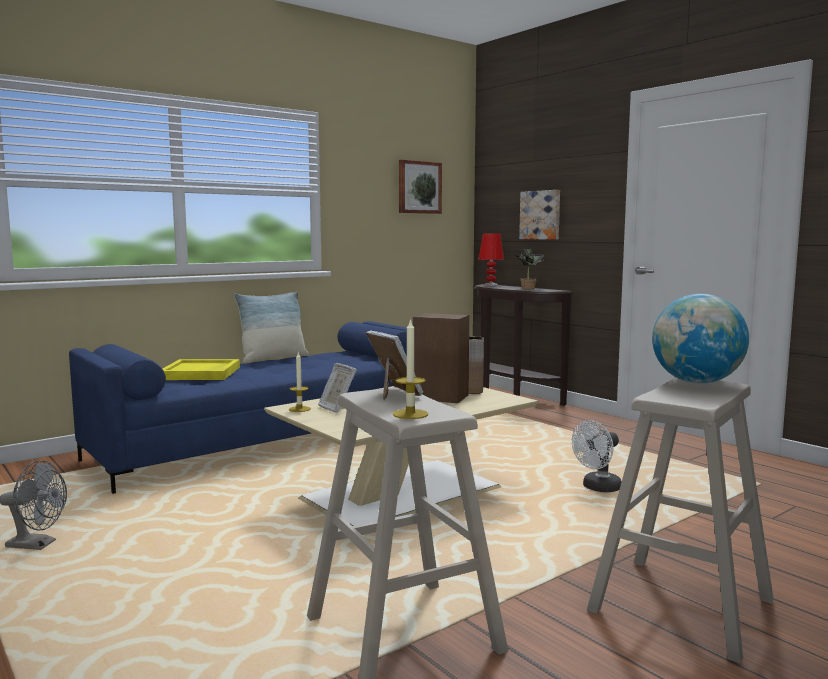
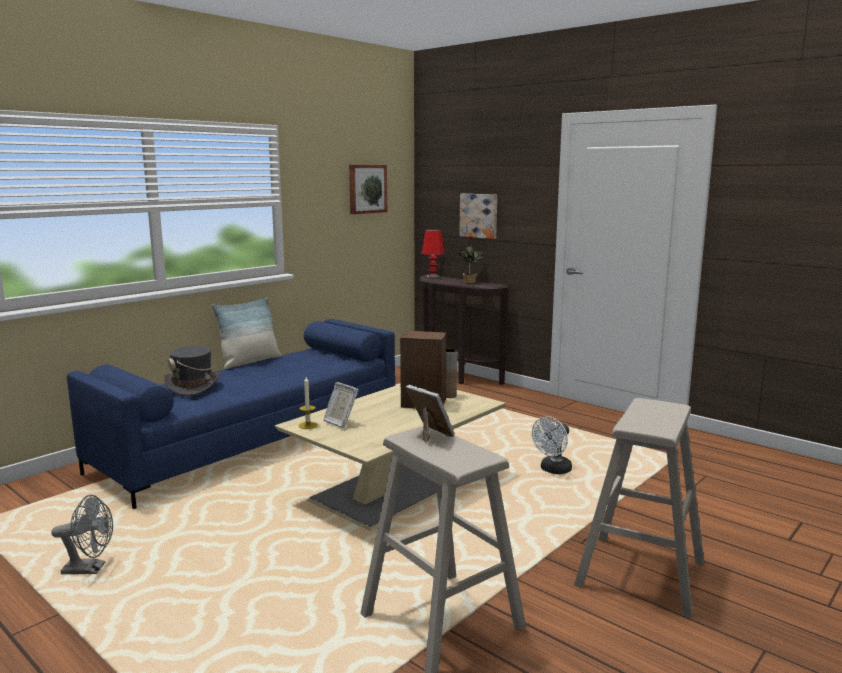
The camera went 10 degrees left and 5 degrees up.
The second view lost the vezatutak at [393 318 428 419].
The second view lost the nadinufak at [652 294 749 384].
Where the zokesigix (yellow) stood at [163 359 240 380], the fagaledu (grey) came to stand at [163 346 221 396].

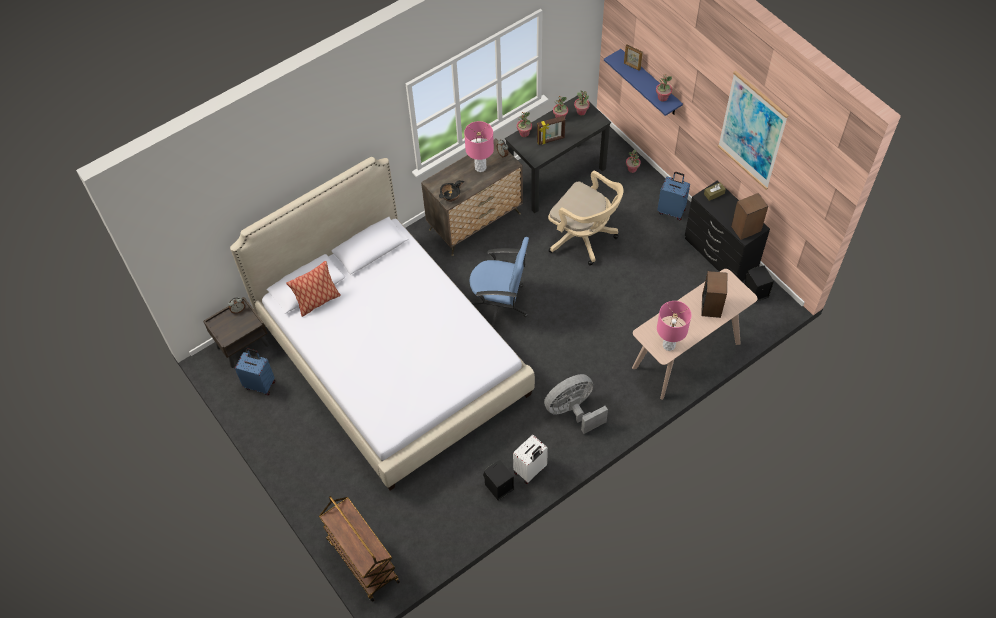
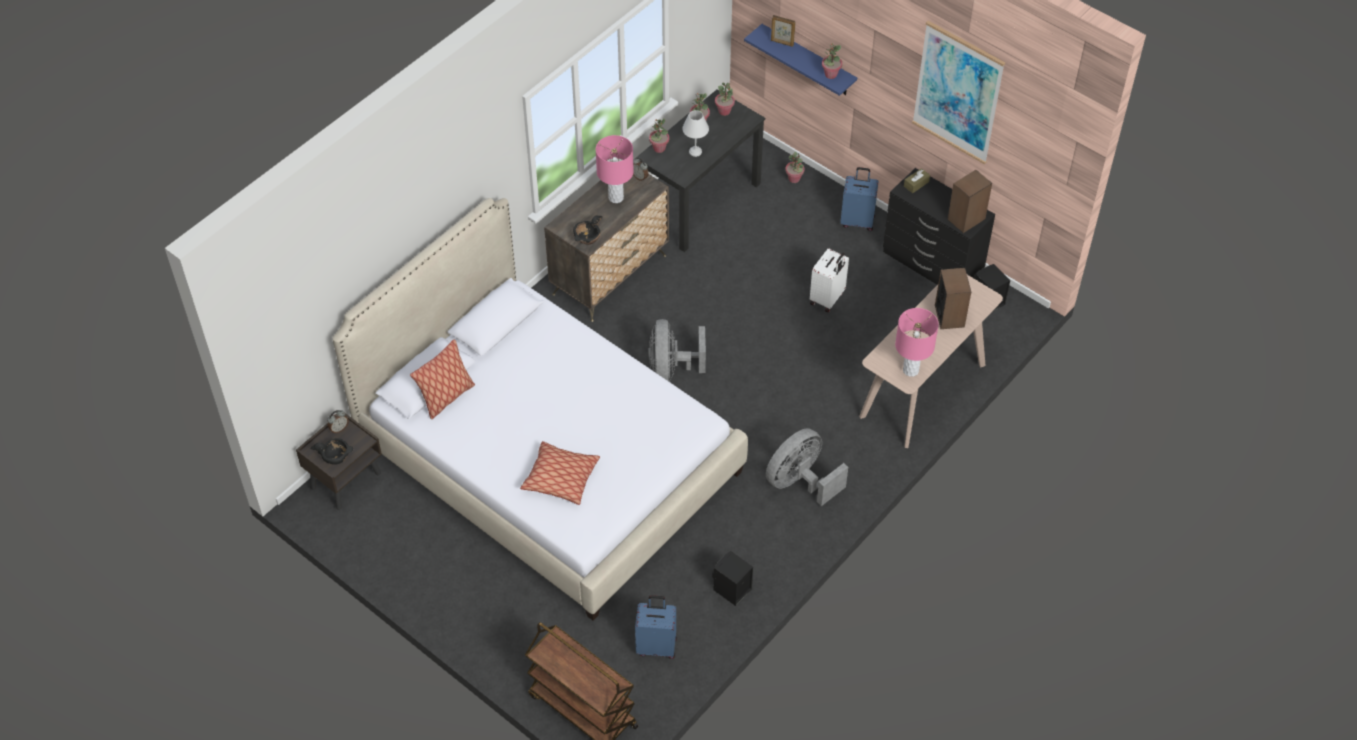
The camera went 15 degrees left and 5 degrees down.
The second view lost the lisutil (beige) at [548 171 624 266].
The second view gained the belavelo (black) at [311 438 353 465].
The second view gained the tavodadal at [520 441 600 505].
The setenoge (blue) ended up elsewhere, having gone from [235 348 275 395] to [635 595 677 659].
The setenoge (white) ended up elsewhere, having gone from [513 435 548 484] to [810 248 849 313].
Where the lisutil (blue) stood at [469 237 529 329], the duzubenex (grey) came to stand at [648 319 706 382].
Where the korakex stood at [537 116 565 145], the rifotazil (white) came to stand at [682 110 709 157].

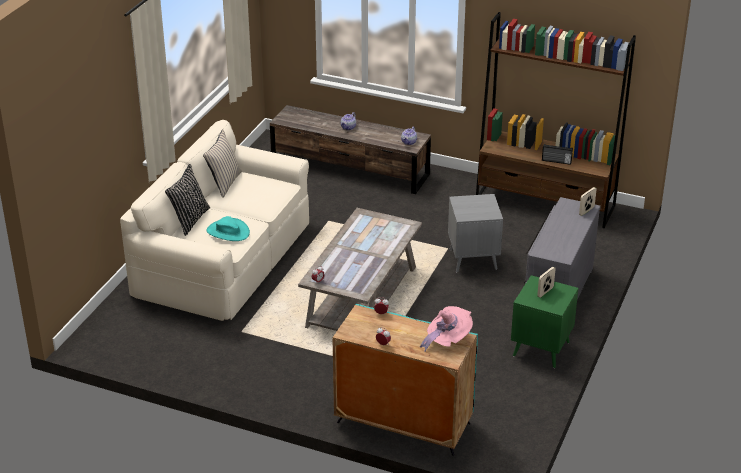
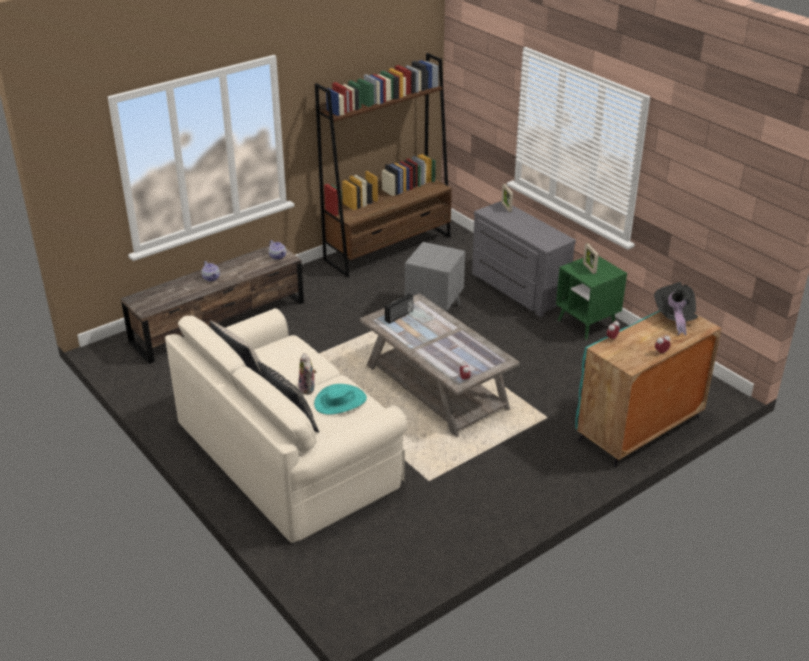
The camera went 60 degrees left and 0 degrees up.
The second view gained the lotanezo at [298 353 317 395].
The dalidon ended up elsewhere, having gone from [542 144 573 165] to [385 293 413 324].
What was the fagaledu (pink) at [420 306 473 352] turned into the fagaledu (black) at [654 282 698 336].

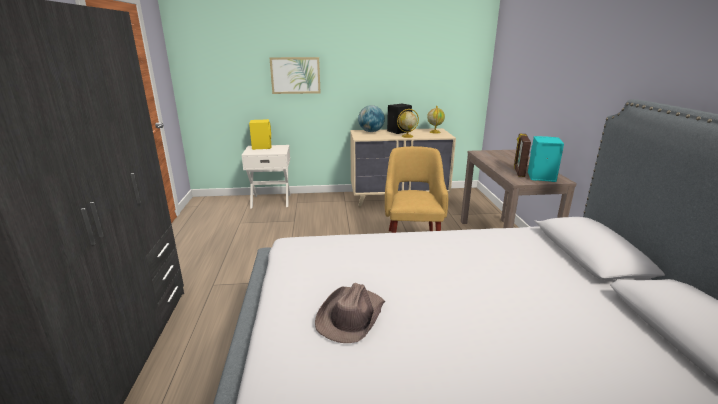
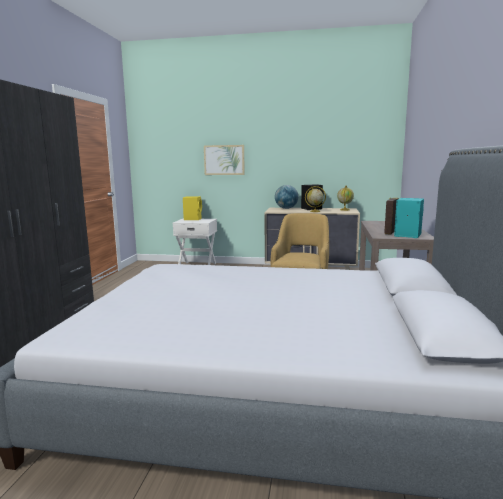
The camera went 15 degrees right and 10 degrees down.
The second view lost the fagaledu (brown) at [315 283 386 343].

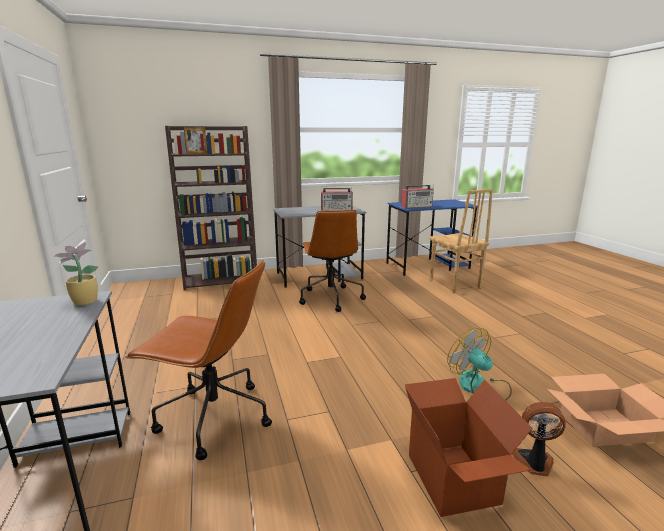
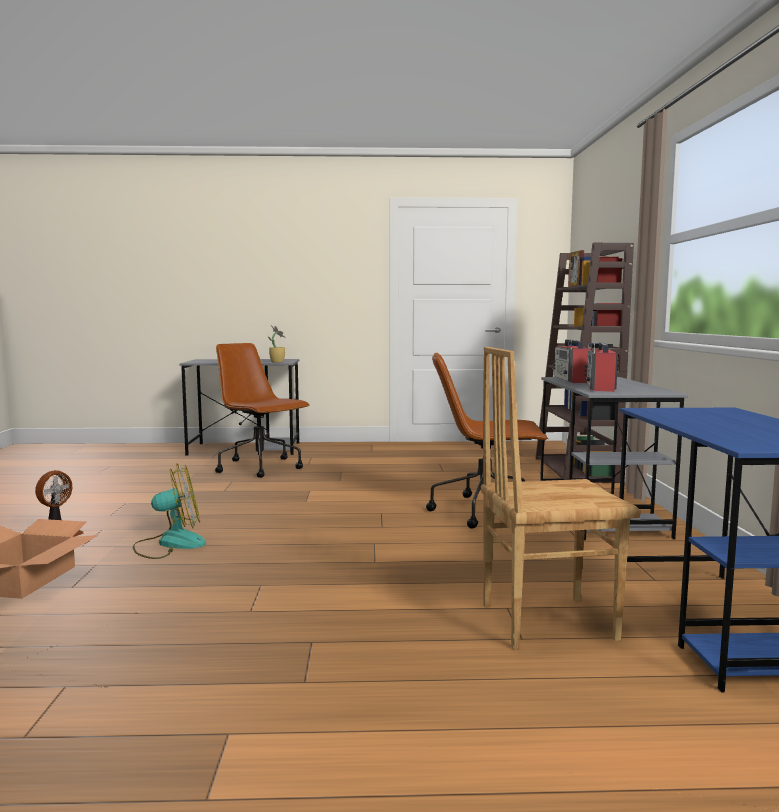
The camera went 105 degrees right and 10 degrees down.
The second view lost the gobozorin at [405 378 533 517].
The dalidon ended up elsewhere, having gone from [401 185 434 208] to [553 339 591 383].
The lisutil (brown) at [125 260 272 460] ended up facing another way, 105 degrees clockwise from before.

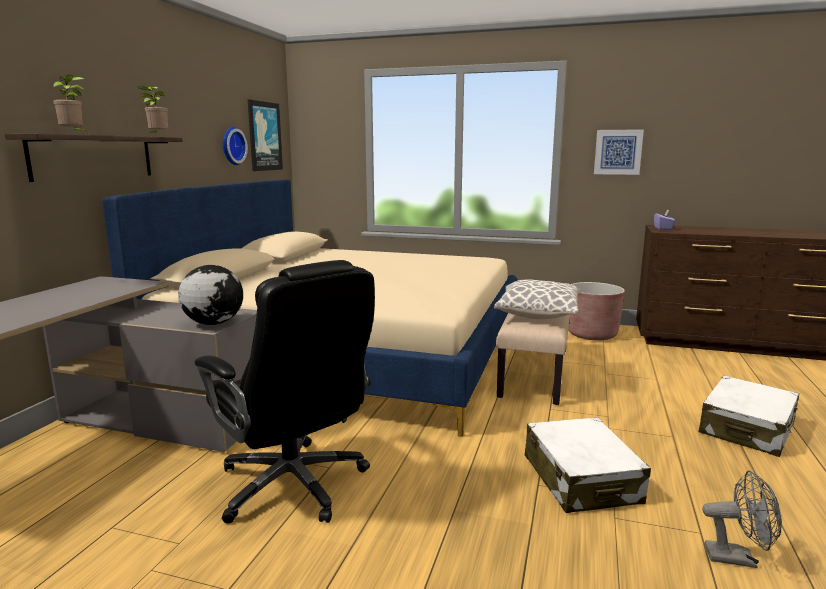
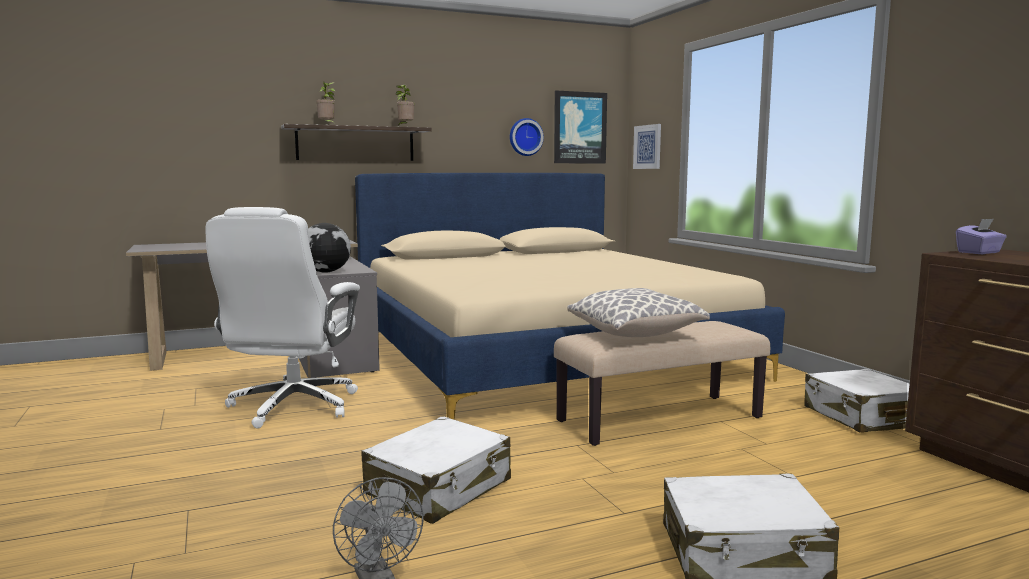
The camera went 50 degrees right and 5 degrees down.
The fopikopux ended up elsewhere, having gone from [594 129 644 175] to [633 124 661 169].
Where the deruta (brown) stood at [568 282 625 340], the setenoge (white) came to stand at [804 369 909 432].
What was the lisutil (black) at [195 260 375 523] turned into the lisutil (white) at [205 207 360 428].

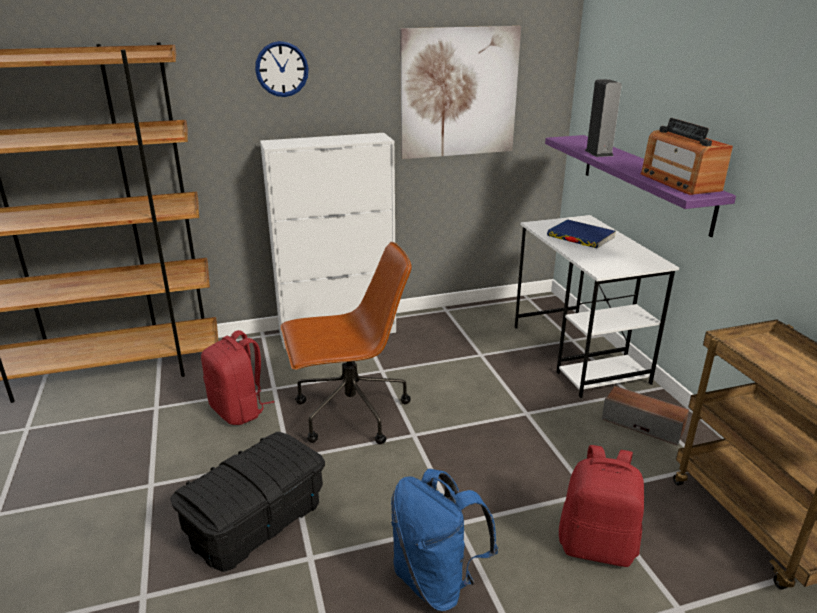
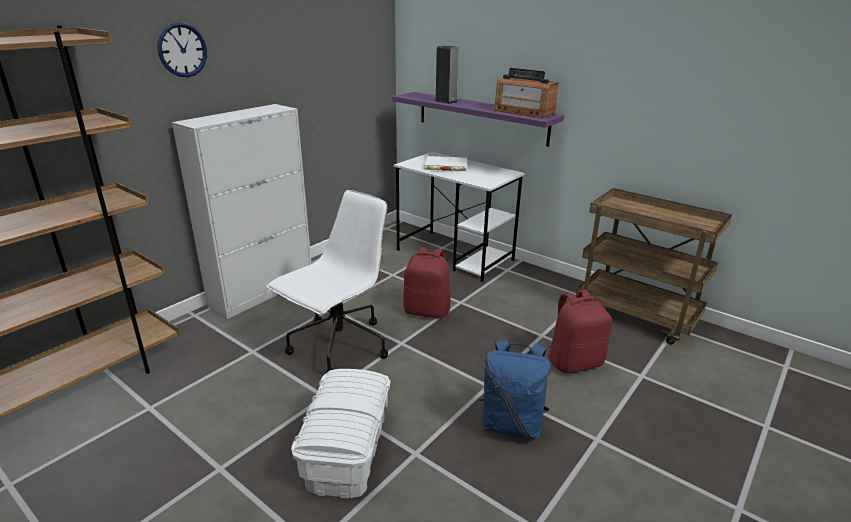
The camera went 35 degrees left and 0 degrees up.
The second view lost the fopikopux at [400 26 521 159].
The second view lost the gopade at [602 386 689 446].
The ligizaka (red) ended up elsewhere, having gone from [201 330 274 425] to [403 247 450 318].
What was the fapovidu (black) at [170 432 325 572] turned into the fapovidu (white) at [291 369 390 499].
What was the lisutil (brown) at [281 242 412 445] turned into the lisutil (white) at [267 190 388 374].
What was the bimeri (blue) at [547 219 616 248] turned into the bimeri (white) at [425 156 467 171].

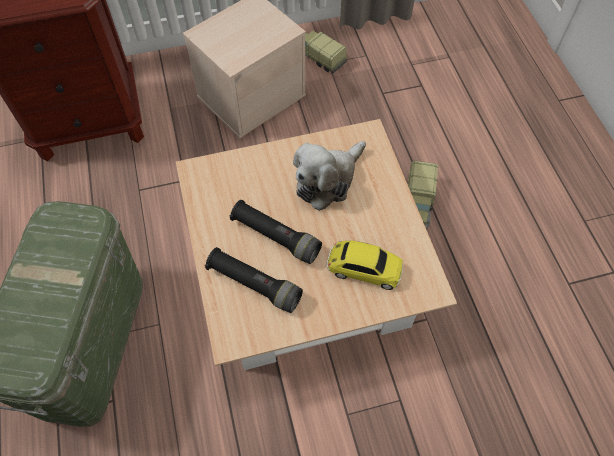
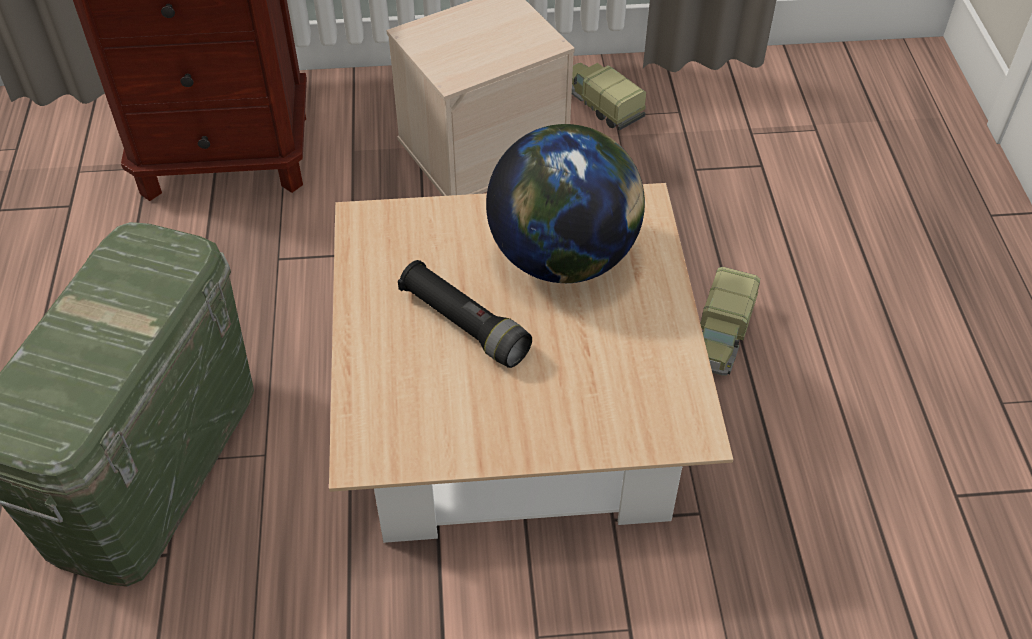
The camera went 10 degrees right and 10 degrees down.
The second view lost the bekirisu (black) at [205 247 303 313].
The second view lost the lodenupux at [327 240 403 290].
Where the lotanezo stood at [293 141 366 211], the nadinufak came to stand at [486 124 645 283].

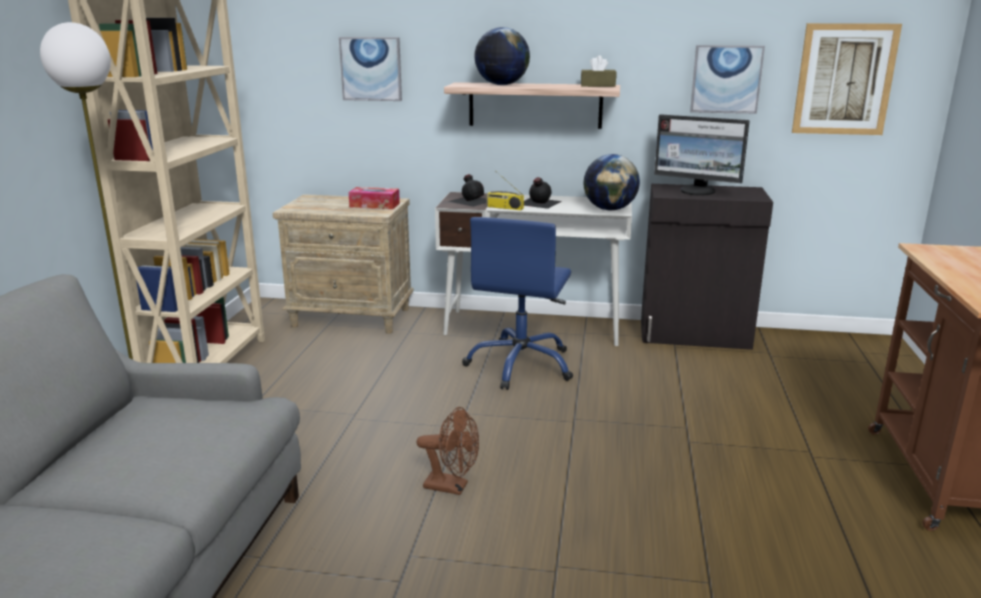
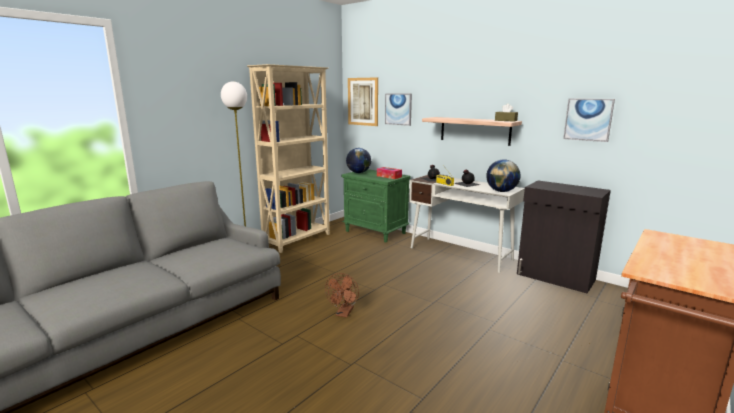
The camera went 30 degrees right and 5 degrees down.
The second view lost the lisutil (blue) at [462 217 573 390].
The second view lost the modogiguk at [654 114 750 196].
The nadinufak ended up elsewhere, having gone from [474 27 530 85] to [346 148 371 173].
The fopikopux ended up elsewhere, having gone from [792 23 902 135] to [348 77 378 126].
What was the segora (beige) at [273 194 414 334] turned into the segora (green) at [342 169 410 242].
The duzubenex (brown) at [417 407 479 495] ended up facing another way, 60 degrees clockwise from before.

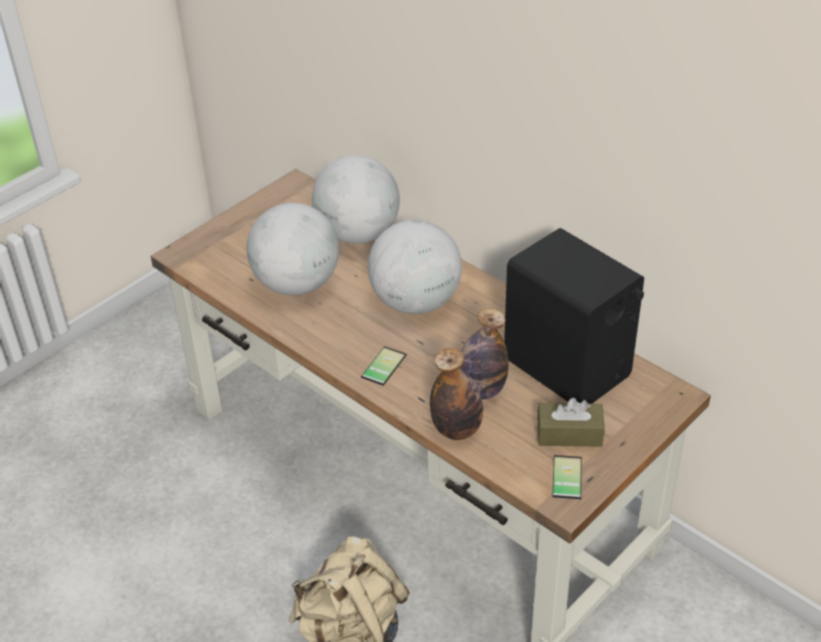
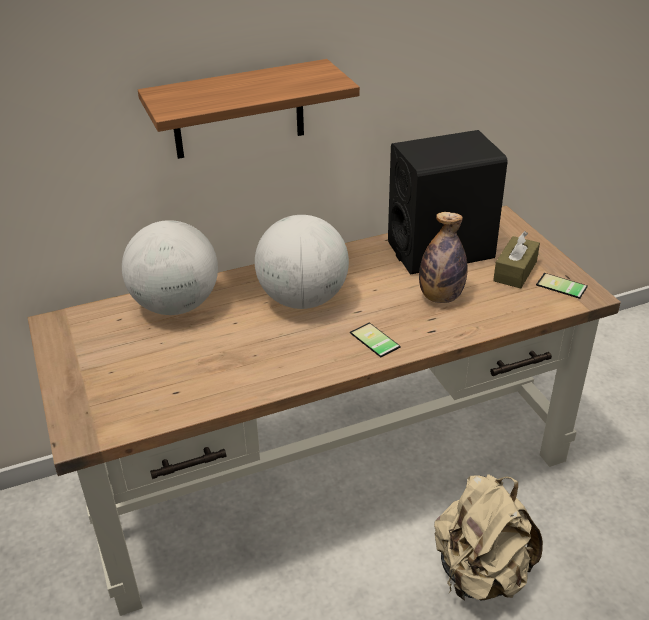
The camera went 65 degrees left and 5 degrees down.
The second view lost the nadinufak at [246 203 339 295].
The second view lost the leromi at [430 348 483 440].
The second view gained the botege at [138 59 360 159].

